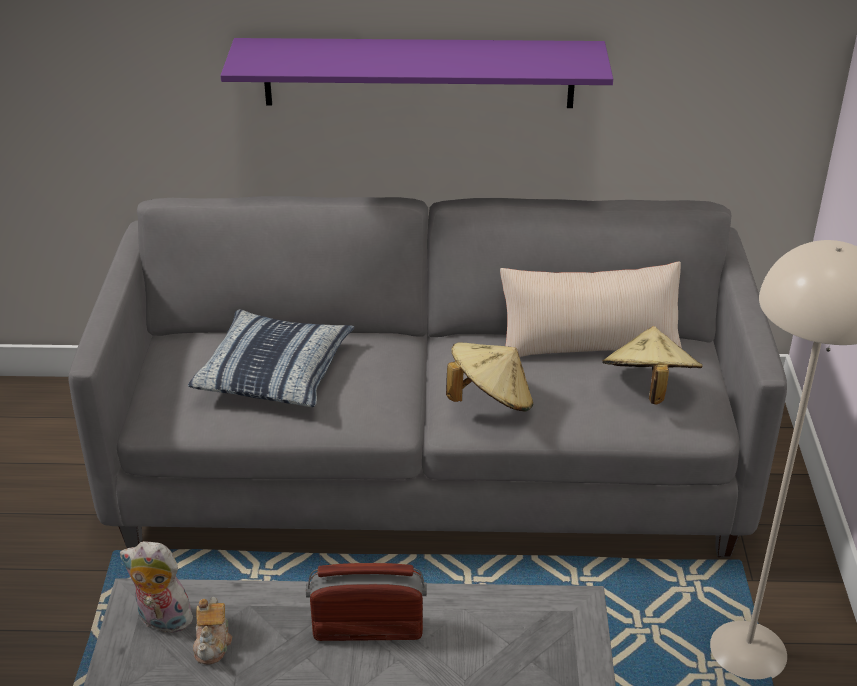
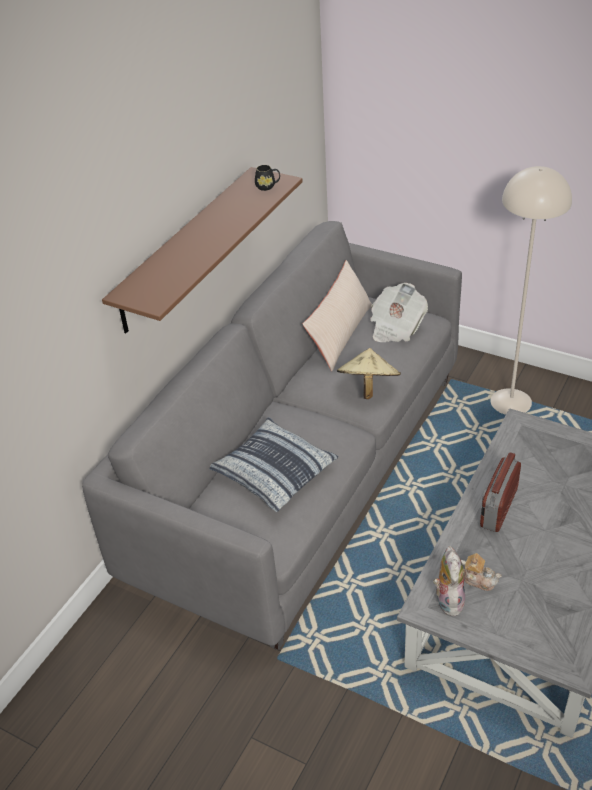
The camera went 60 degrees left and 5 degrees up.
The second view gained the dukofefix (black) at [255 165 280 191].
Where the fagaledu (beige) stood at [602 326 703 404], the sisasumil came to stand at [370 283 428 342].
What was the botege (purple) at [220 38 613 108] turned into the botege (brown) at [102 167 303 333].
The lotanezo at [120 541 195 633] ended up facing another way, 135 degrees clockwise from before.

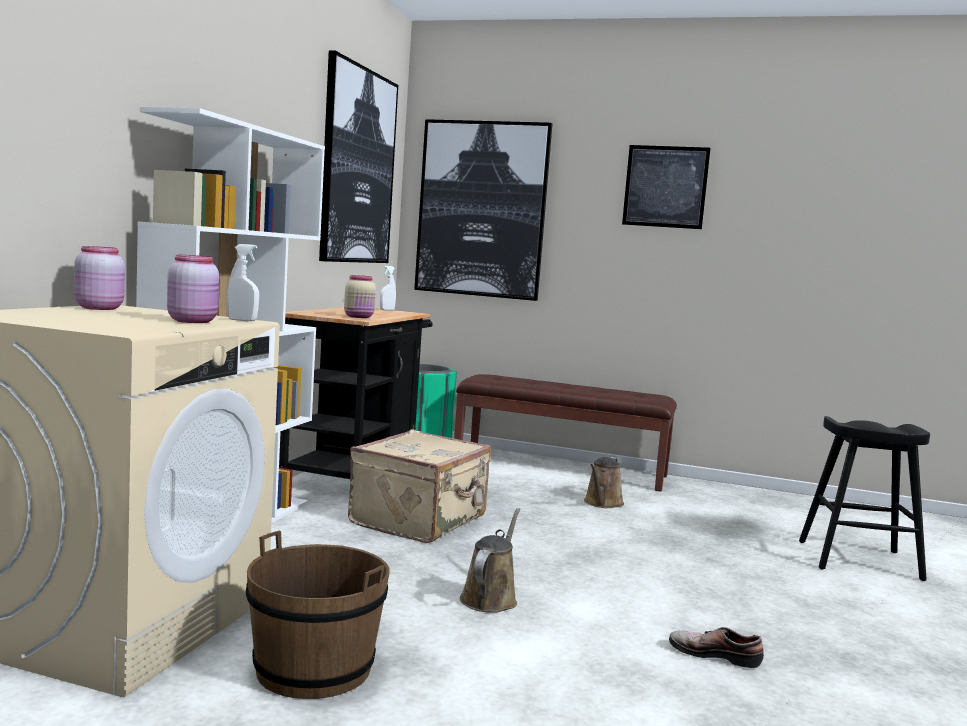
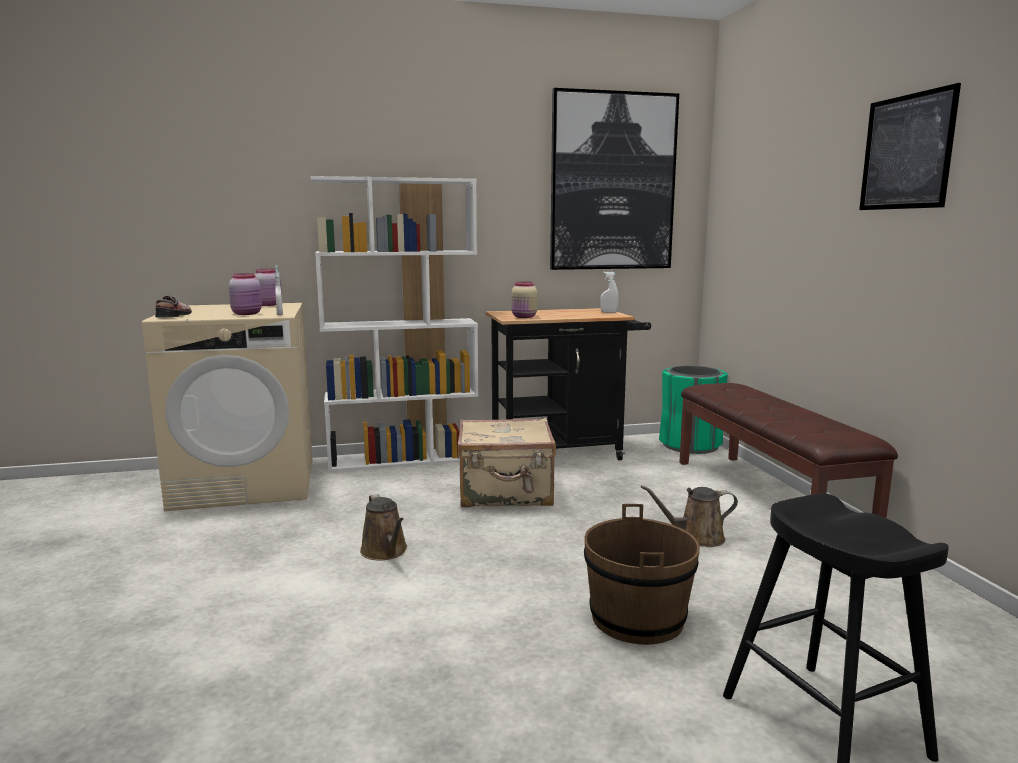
The camera went 60 degrees right and 5 degrees up.
The second view lost the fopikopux at [414 119 552 301].
The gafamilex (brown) ended up elsewhere, having gone from [246 531 389 699] to [584 504 700 645].
The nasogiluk ended up elsewhere, having gone from [669 627 764 668] to [155 296 192 318].
The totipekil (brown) at [460 508 520 613] ended up facing another way, 75 degrees clockwise from before.

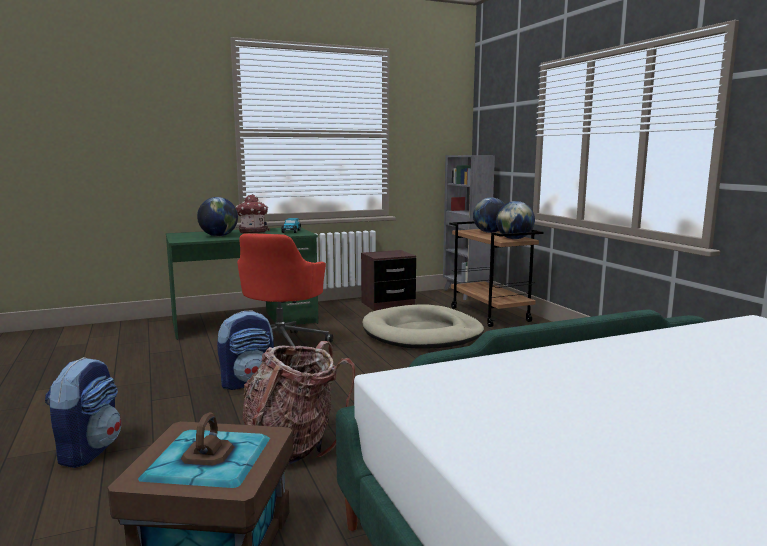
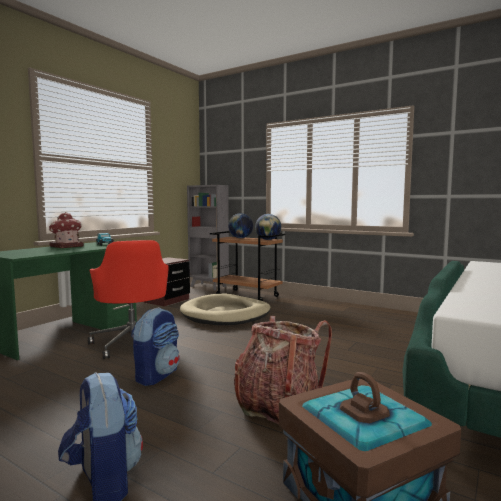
The camera went 35 degrees left and 5 degrees down.
The second view lost the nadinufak at [197 197 238 236].

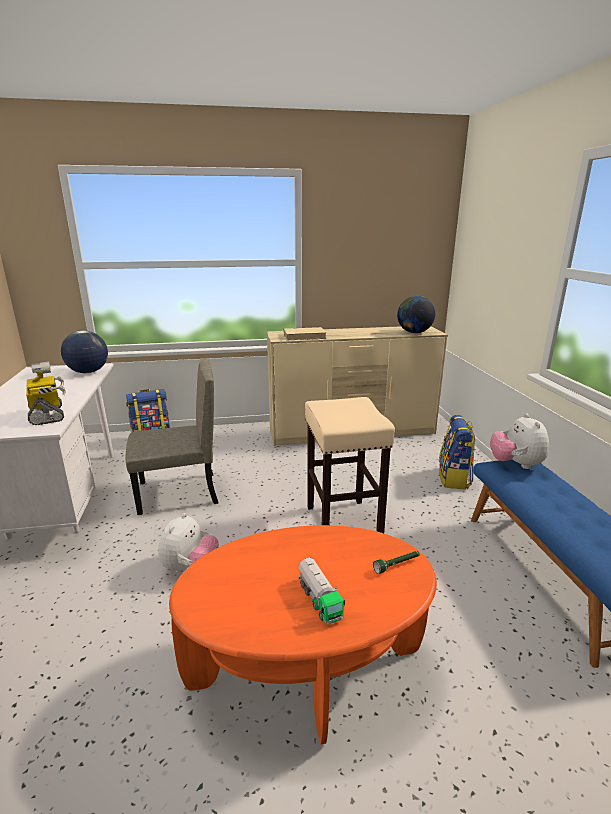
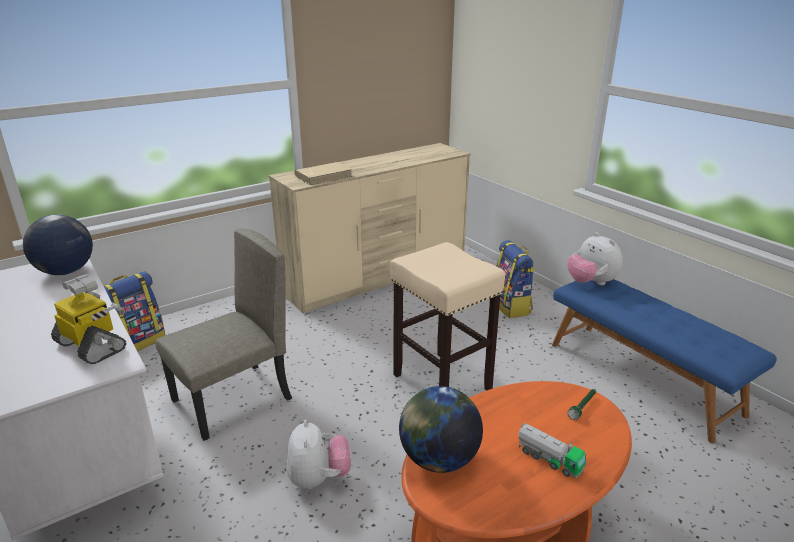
The camera went 25 degrees left and 5 degrees up.
The nadinufak ended up elsewhere, having gone from [397 296 435 333] to [399 386 483 473].

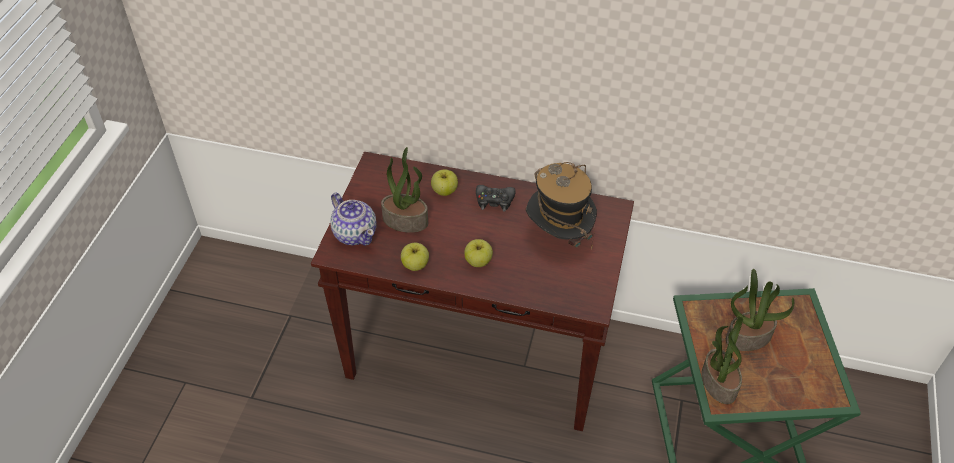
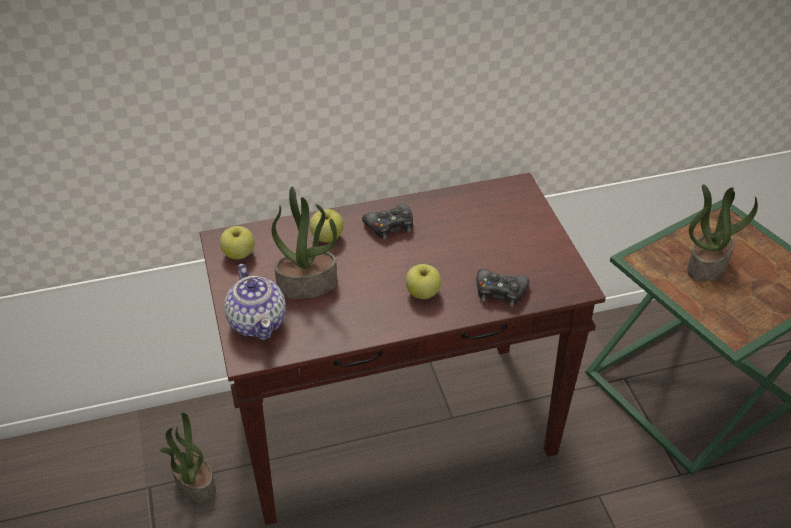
The camera went 30 degrees left and 5 degrees down.
The second view lost the fagaledu at [526 162 597 249].
The second view gained the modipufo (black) at [476 269 529 307].
The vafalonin ended up elsewhere, having gone from [401 243 429 271] to [220 226 254 260].
The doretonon ended up elsewhere, having gone from [701 316 743 404] to [160 413 216 503].
The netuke at [330 193 377 246] ended up facing another way, 45 degrees clockwise from before.

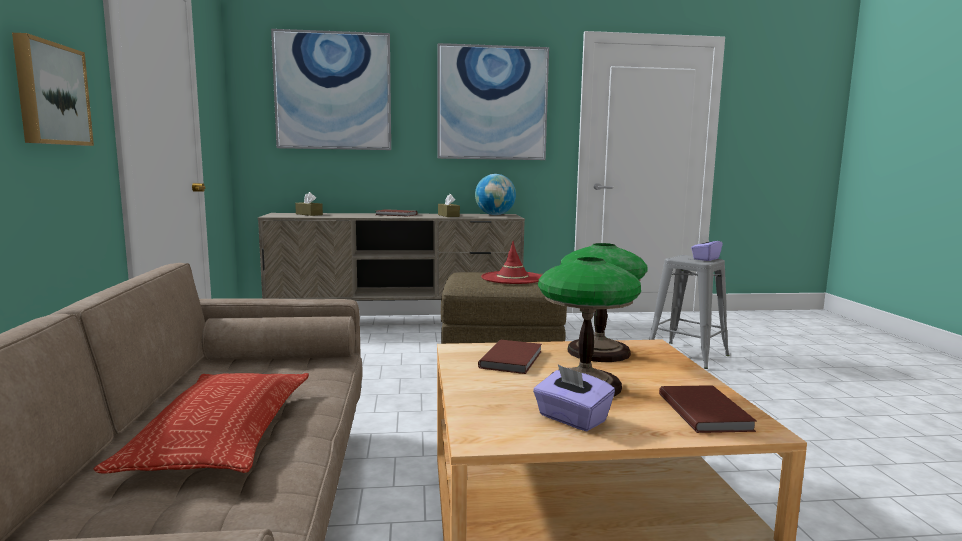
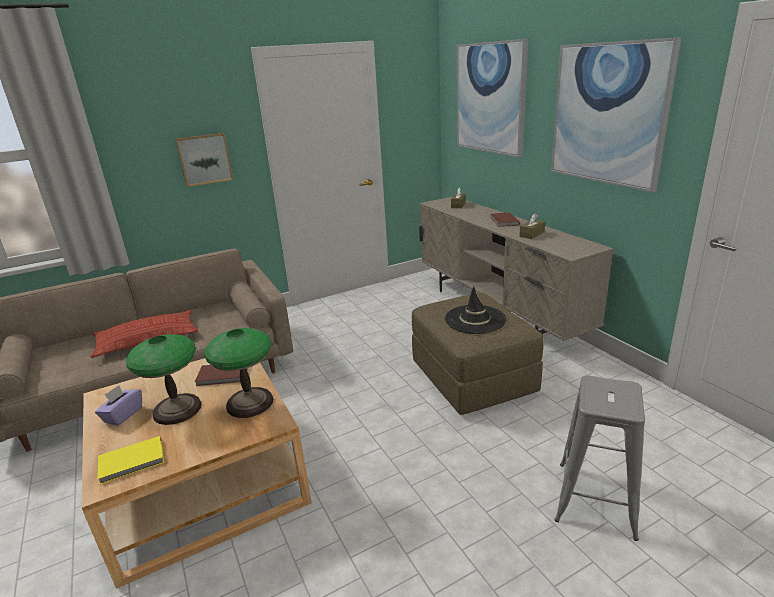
The camera went 70 degrees right and 15 degrees up.
The second view lost the nadinufak at [475 174 516 215].
The second view lost the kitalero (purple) at [691 234 723 261].
What was the fagaledu (red) at [481 241 542 284] turned into the fagaledu (black) at [445 286 506 334].
What was the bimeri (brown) at [659 385 756 433] turned into the bimeri (yellow) at [97 436 164 485].

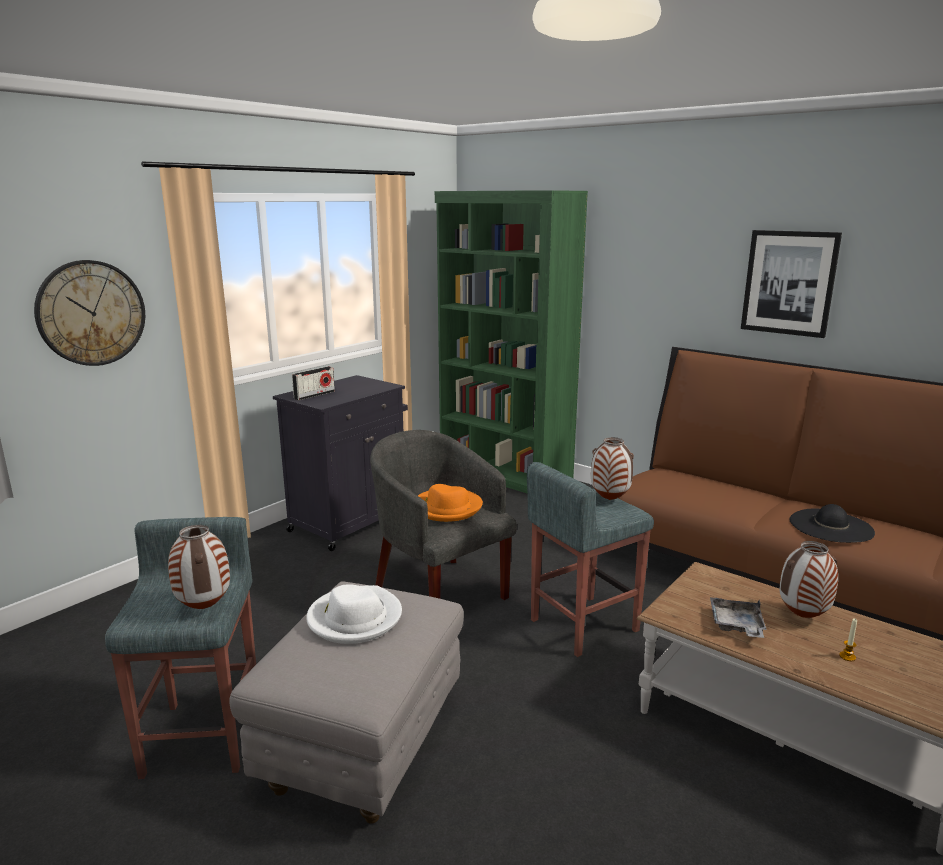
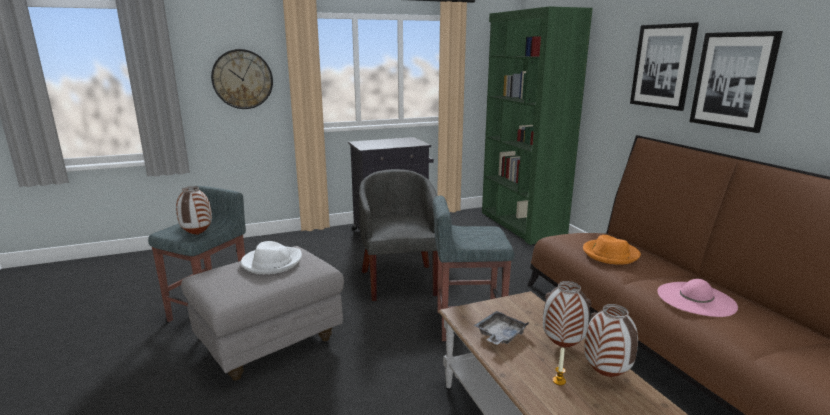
The camera went 30 degrees right and 0 degrees up.
The second view lost the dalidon at [292 366 335 400].
The second view gained the fopikopux at [630 23 699 111].
The fagaledu (orange) ended up elsewhere, having gone from [418 484 483 522] to [583 235 641 265].
The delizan ended up elsewhere, having gone from [591 437 634 500] to [584 304 638 377].
What was the fagaledu (black) at [789 504 875 543] turned into the fagaledu (pink) at [658 279 738 317].

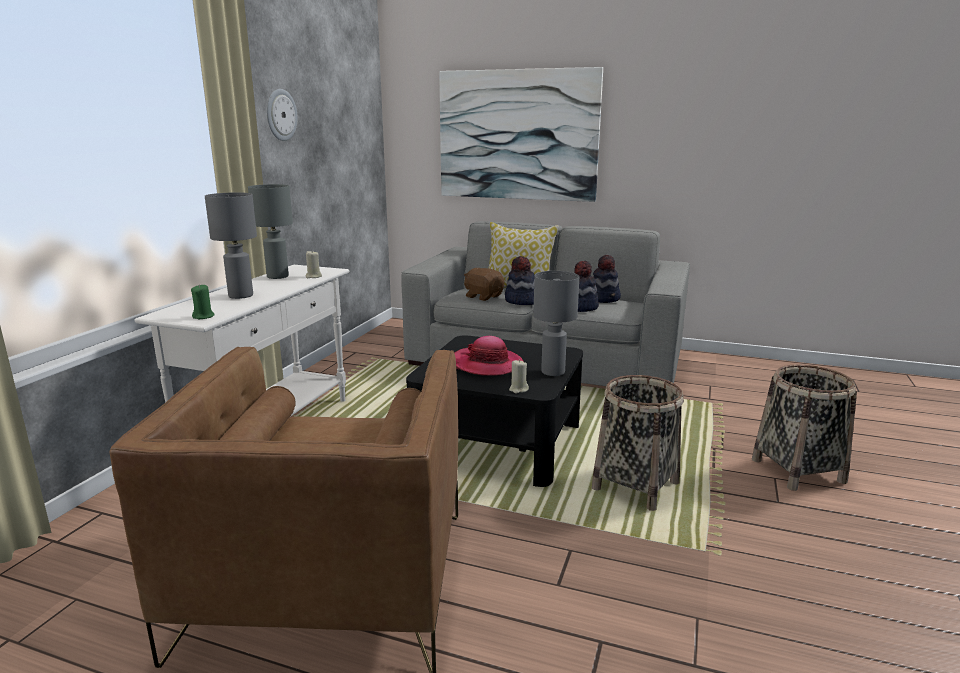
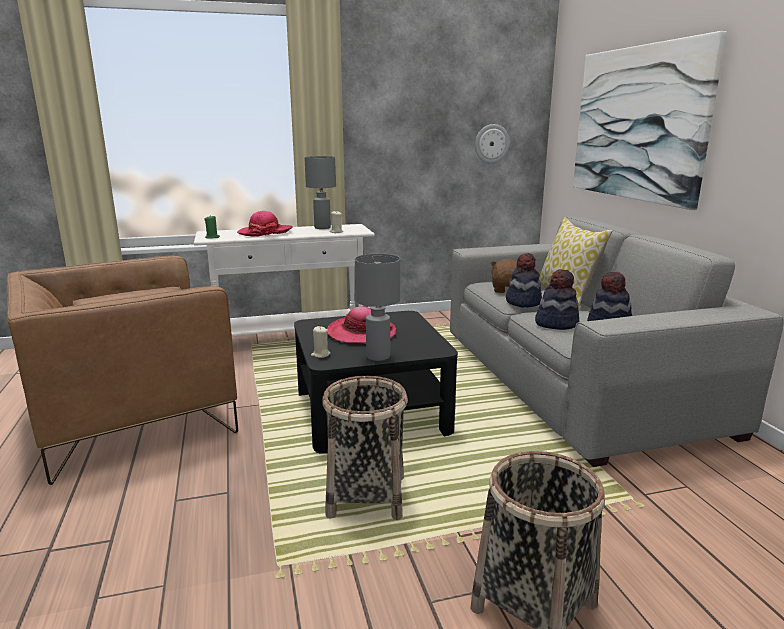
The camera went 55 degrees right and 0 degrees up.
The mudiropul ended up elsewhere, having gone from [267 89 298 141] to [475 124 510 163].
Where the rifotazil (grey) stood at [205 192 257 299], the fagaledu came to stand at [237 211 293 237].

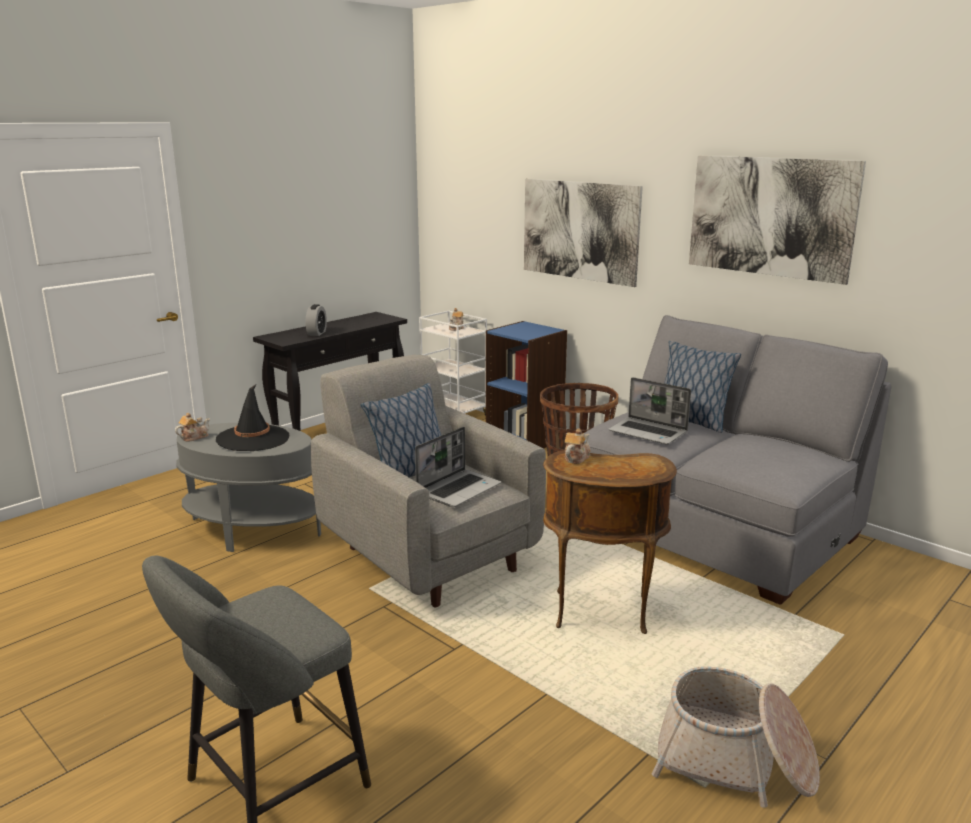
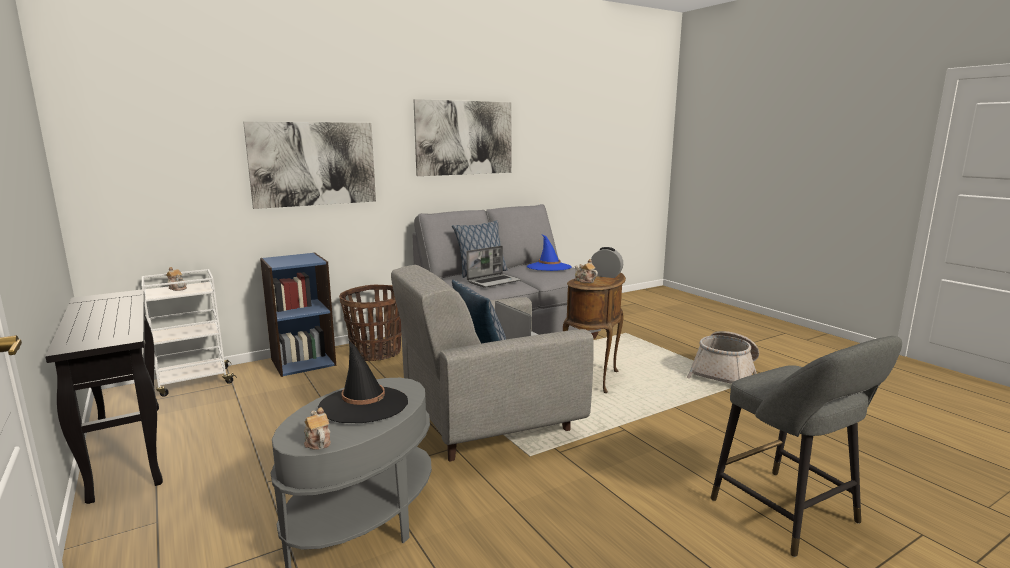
The camera went 75 degrees left and 5 degrees down.
The second view gained the fagaledu (blue) at [527 234 572 271].
The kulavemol ended up elsewhere, having gone from [306 304 327 336] to [591 247 623 278].

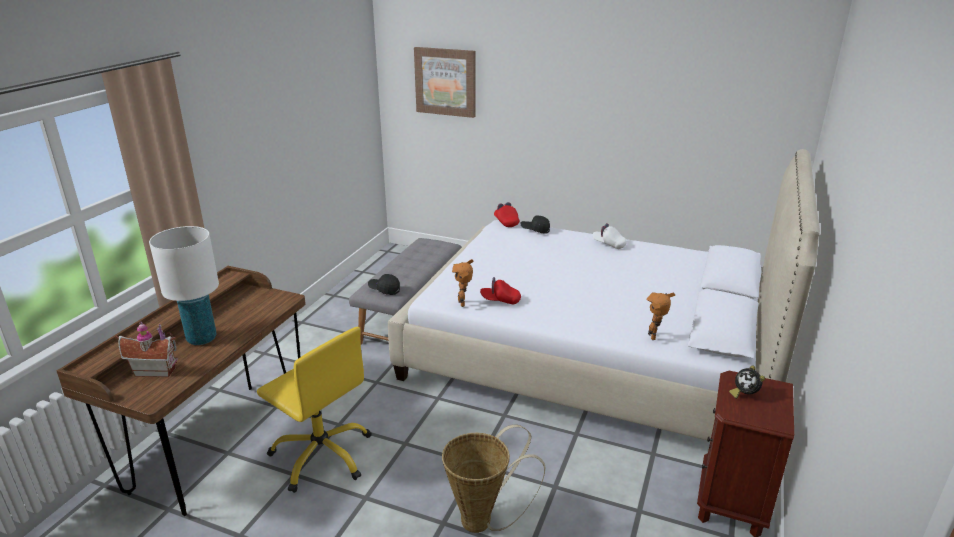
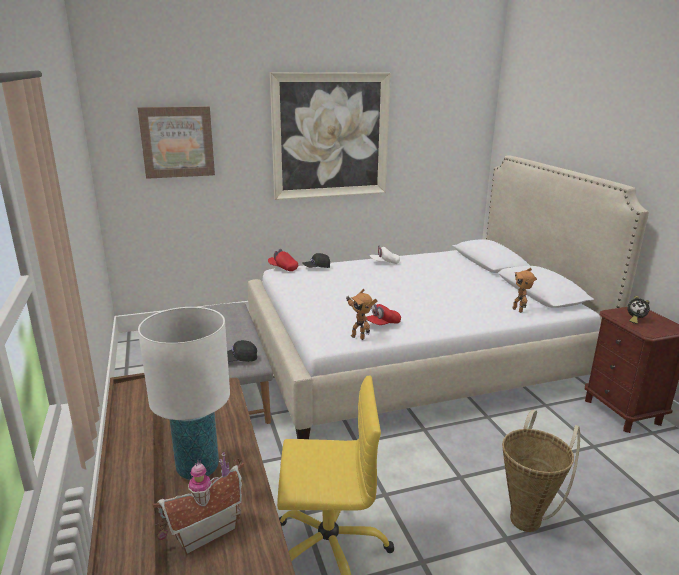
The camera went 40 degrees left and 5 degrees down.
The second view gained the fopikopux at [270 72 391 200].

